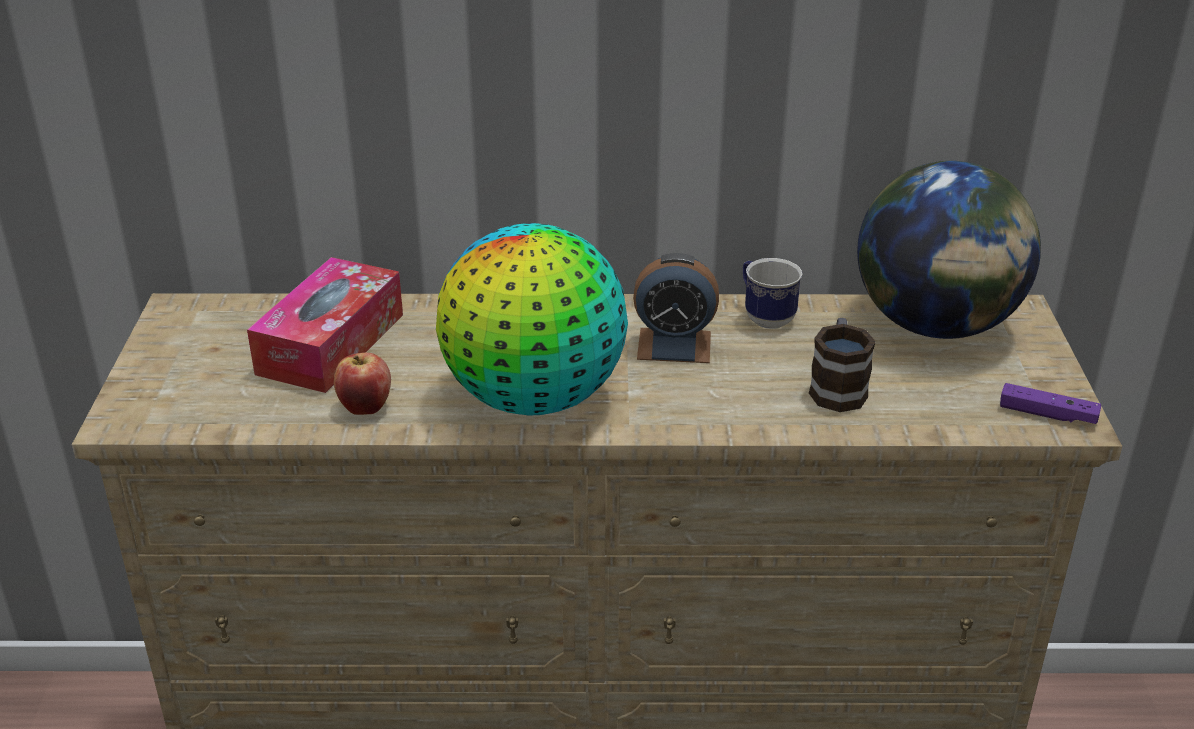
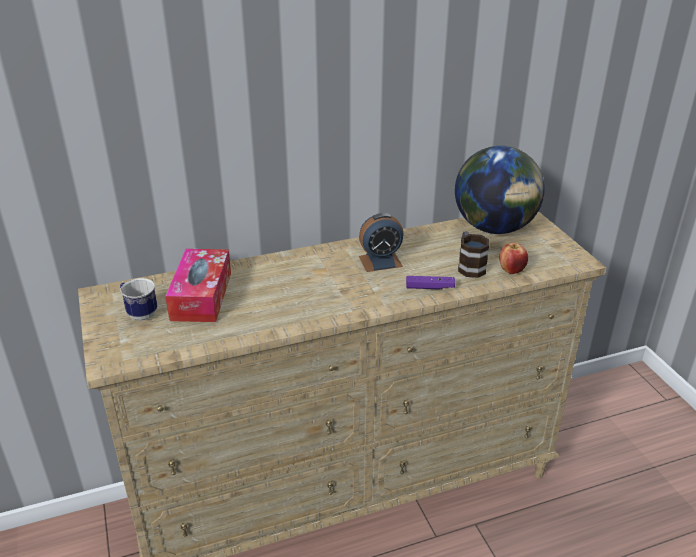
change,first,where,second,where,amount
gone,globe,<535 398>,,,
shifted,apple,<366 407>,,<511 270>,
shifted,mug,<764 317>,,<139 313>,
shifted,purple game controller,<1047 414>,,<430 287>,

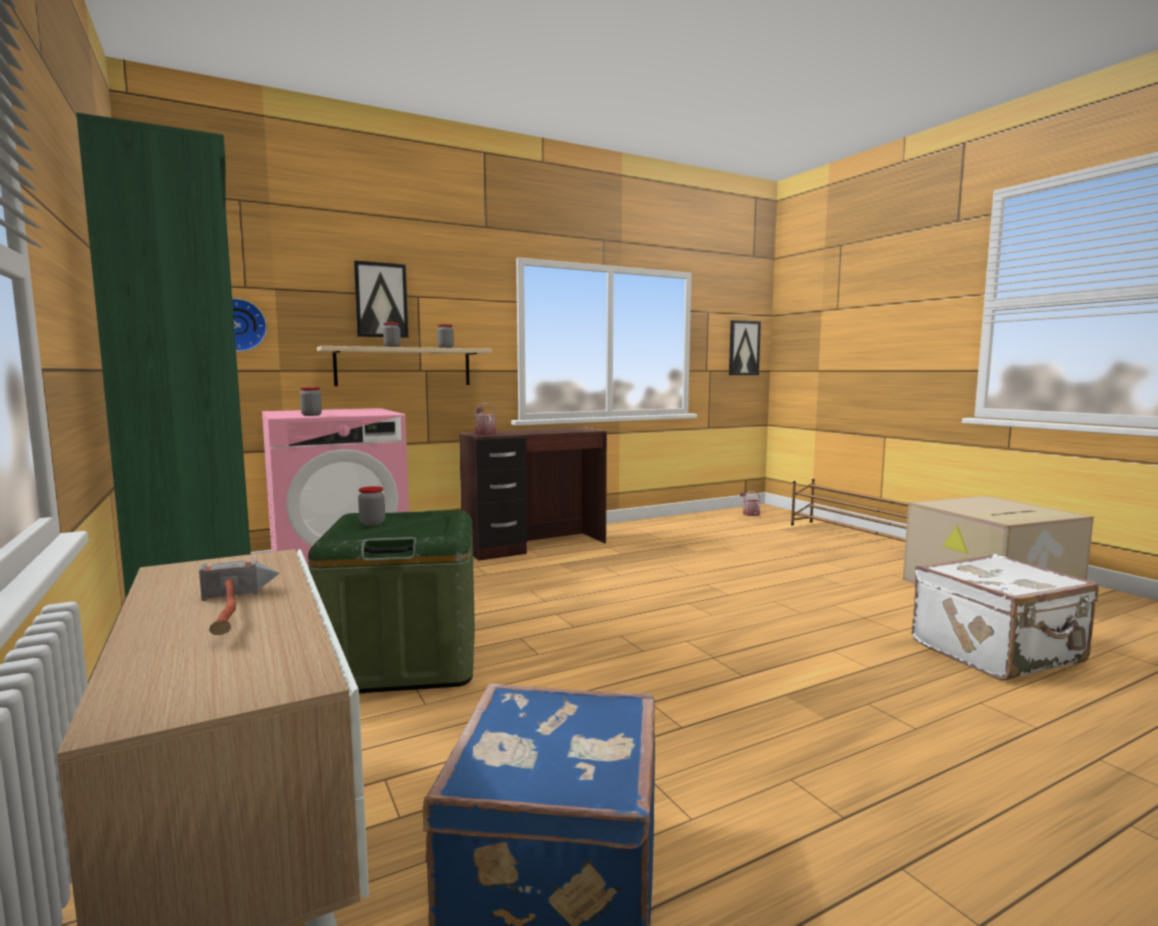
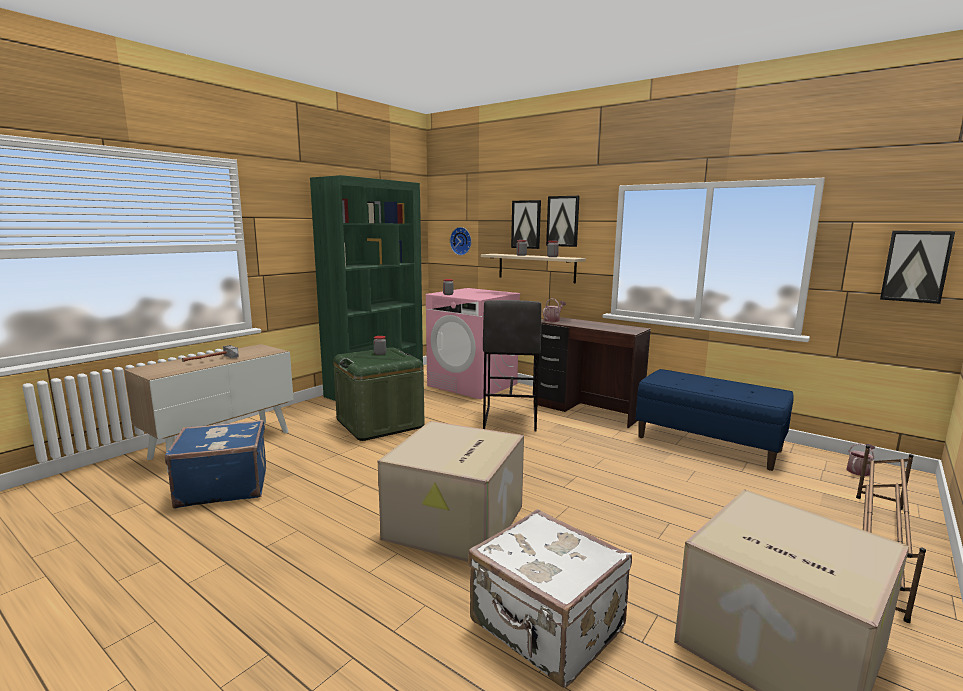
change,first,where,second,where,amount
new,,,cardboard box,<456 523>,
new,,,grey stool,<509 418>,
new,,,picture,<563 221>,
new,,,blue bench,<708 443>,

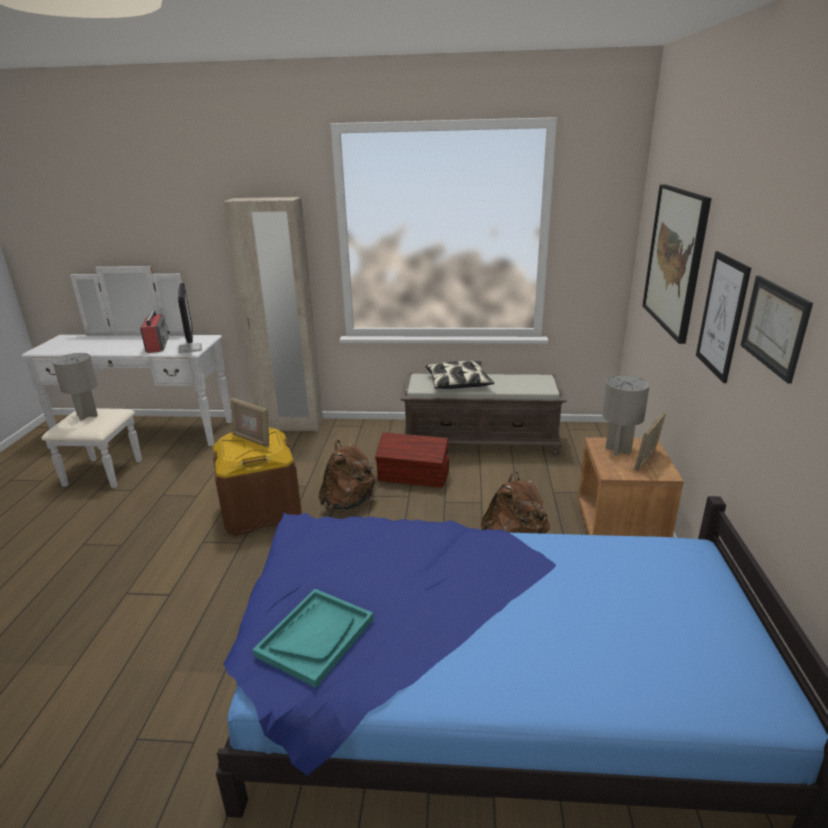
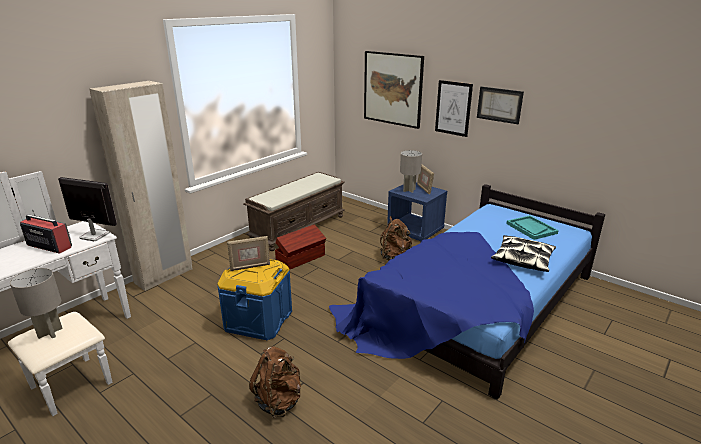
change,first,where,second,where,amount
shifted,turquoise tray,<315 637>,,<531 228>,
shifted,brown backpack,<348 502>,,<279 401>,
shifted,pillow,<458 382>,,<522 259>,
repainted,brown storage box,<261 511>,blue storage box,<258 320>,
repainted,brown nightstand,<620 528>,blue nightstand,<415 230>,

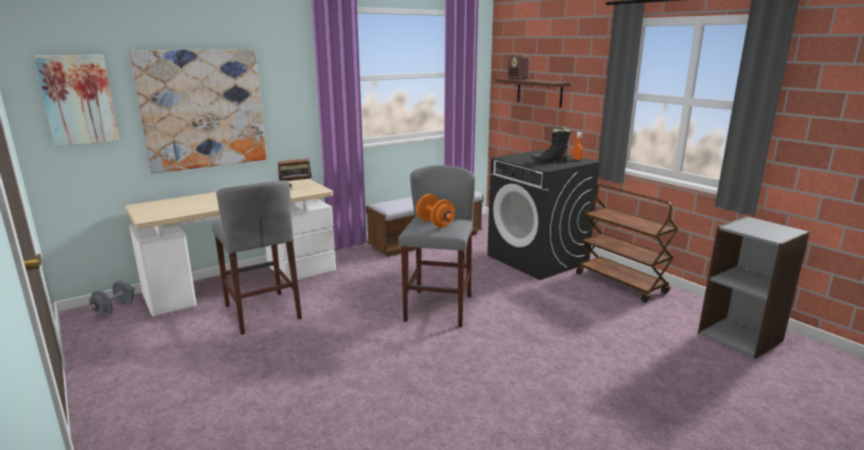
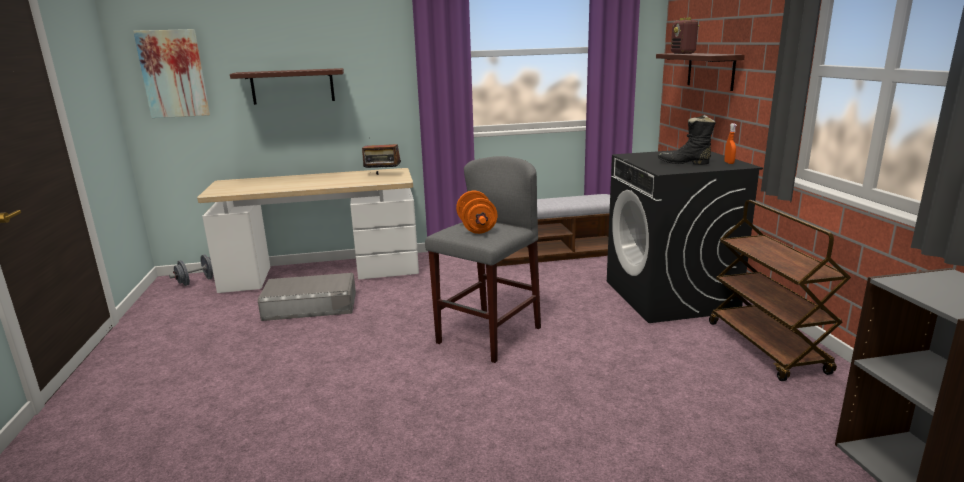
change,first,where,second,where,amount
swapped,picture,<203 109>,shelf,<292 86>,
swapped,grey stool,<262 312>,grey storage box,<310 306>,

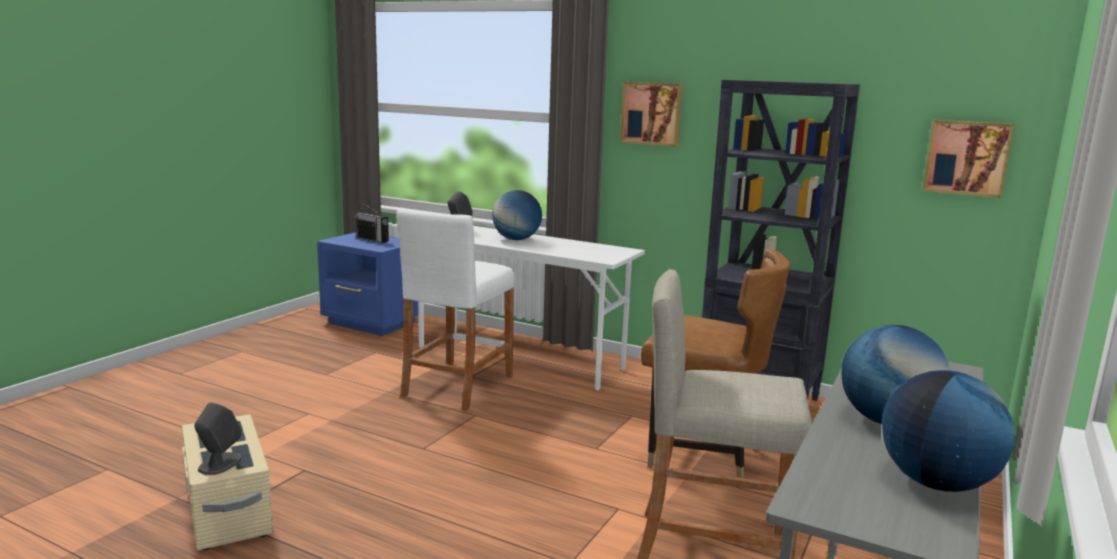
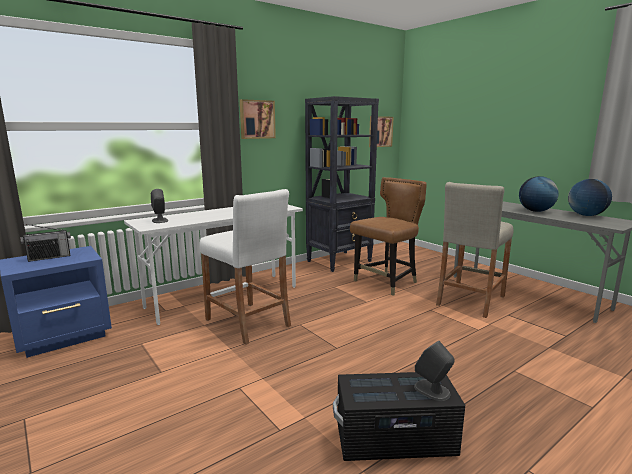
change,first,where,second,where,amount
gone,globe,<516 239>,,,
repainted,beige storage box,<228 510>,black storage box,<395 440>,

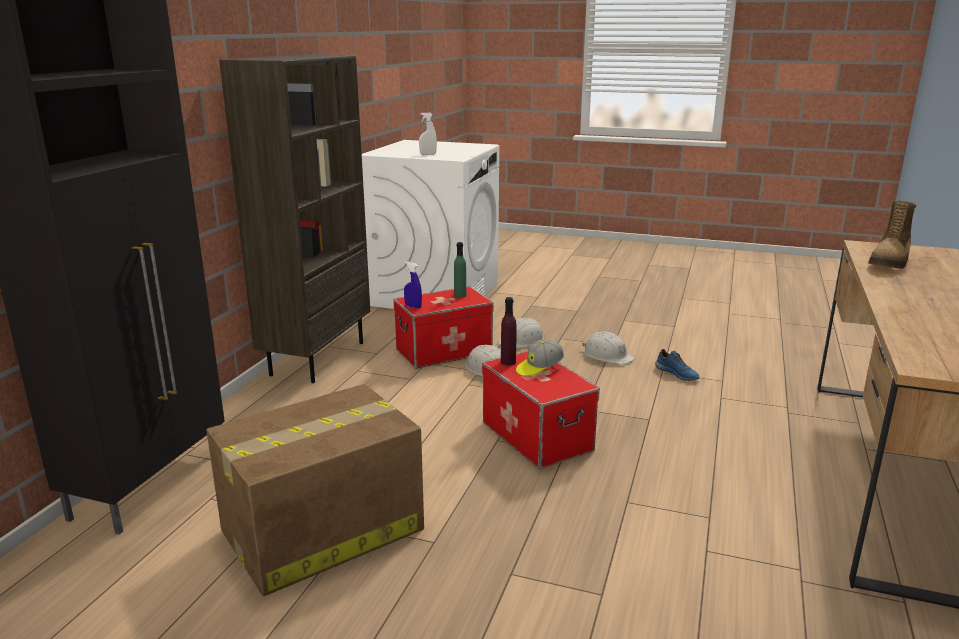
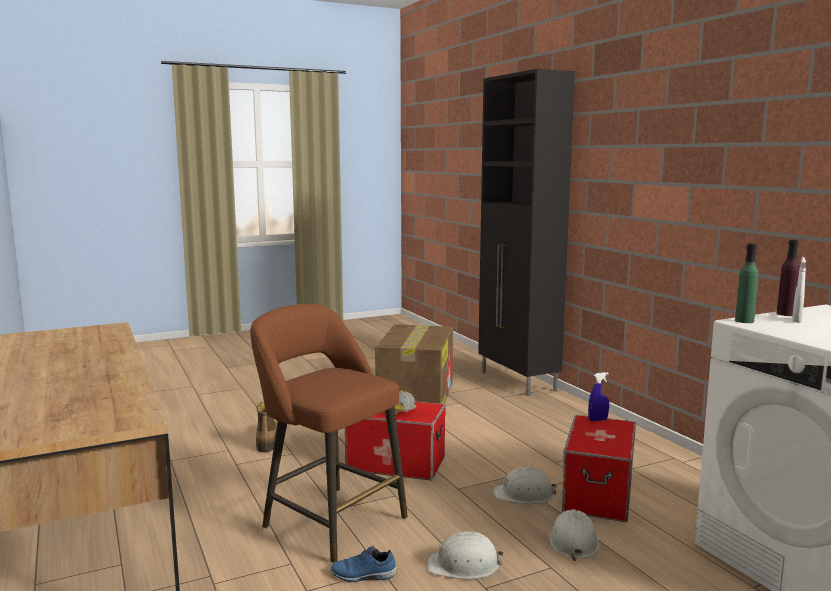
change,first,where,second,where,amount
gone,brown bookcase,<317 358>,,,
new,,,brown stool,<329 520>,
shifted,green bottle,<460 295>,,<744 321>,
shifted,purple bottle,<508 362>,,<785 314>,
shifted,boot,<890 263>,,<266 440>,

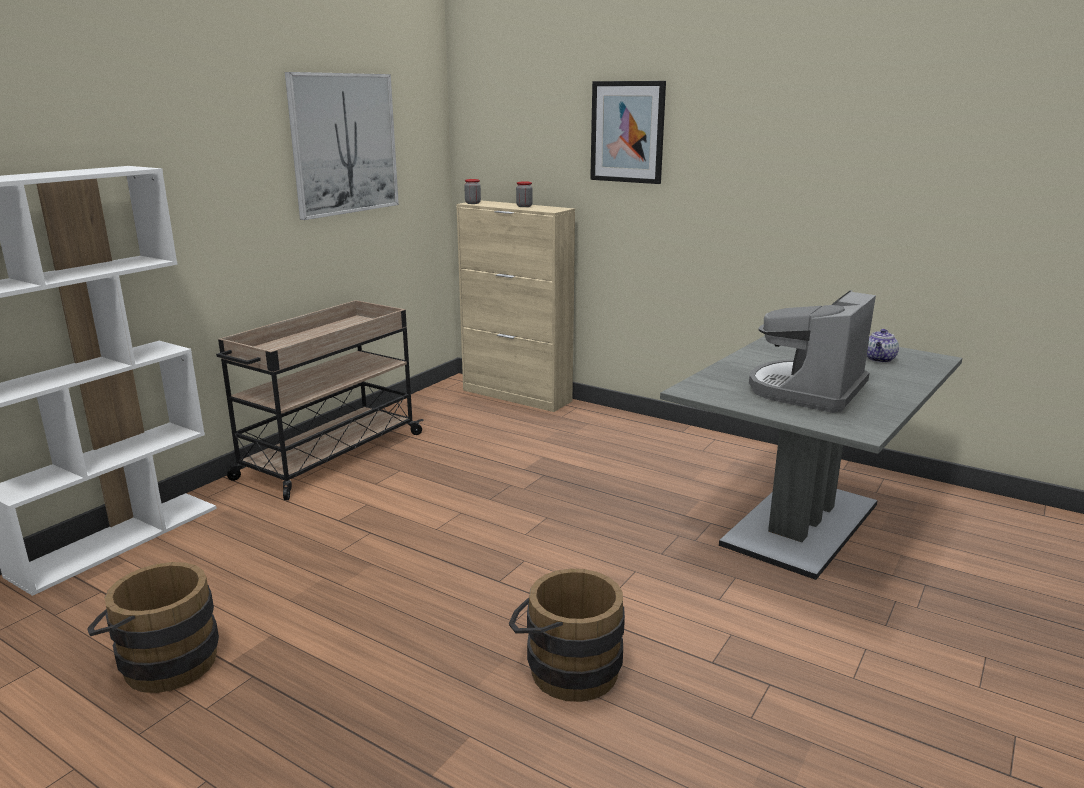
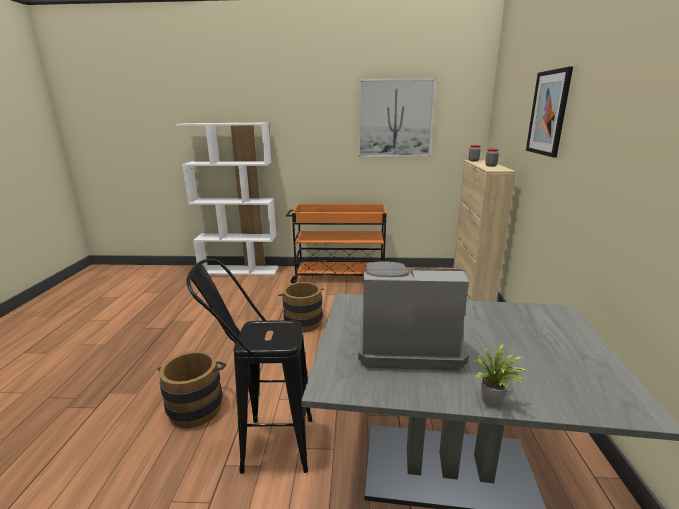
change,first,where,second,where,amount
gone,teapot,<879 359>,,,
new,,,black stool,<264 444>,
new,,,potted plant,<493 402>,
shifted,brown bucket,<162 662>,,<302 321>,
repainted,beige cart,<329 456>,orange cart,<339 276>,

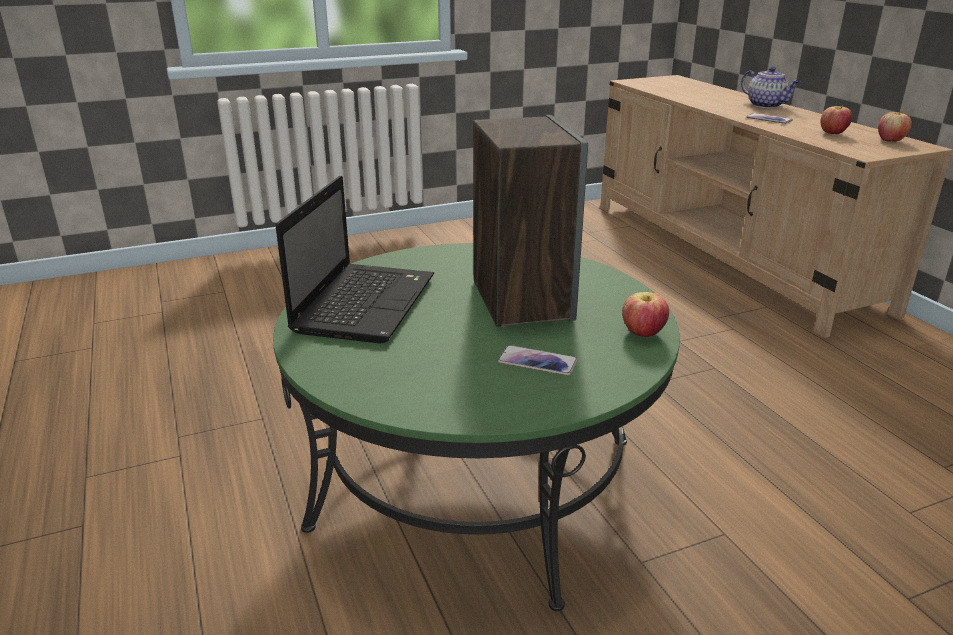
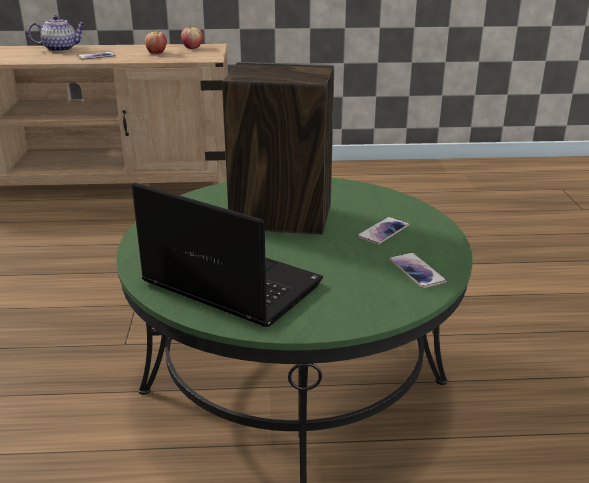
change,first,where,second,where,amount
gone,apple,<643 333>,,,
new,,,phone,<417 271>,

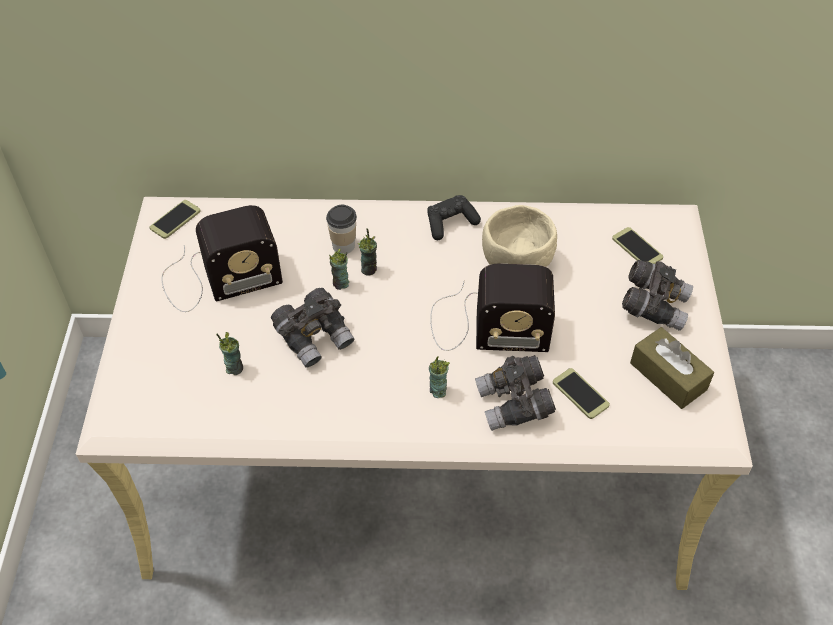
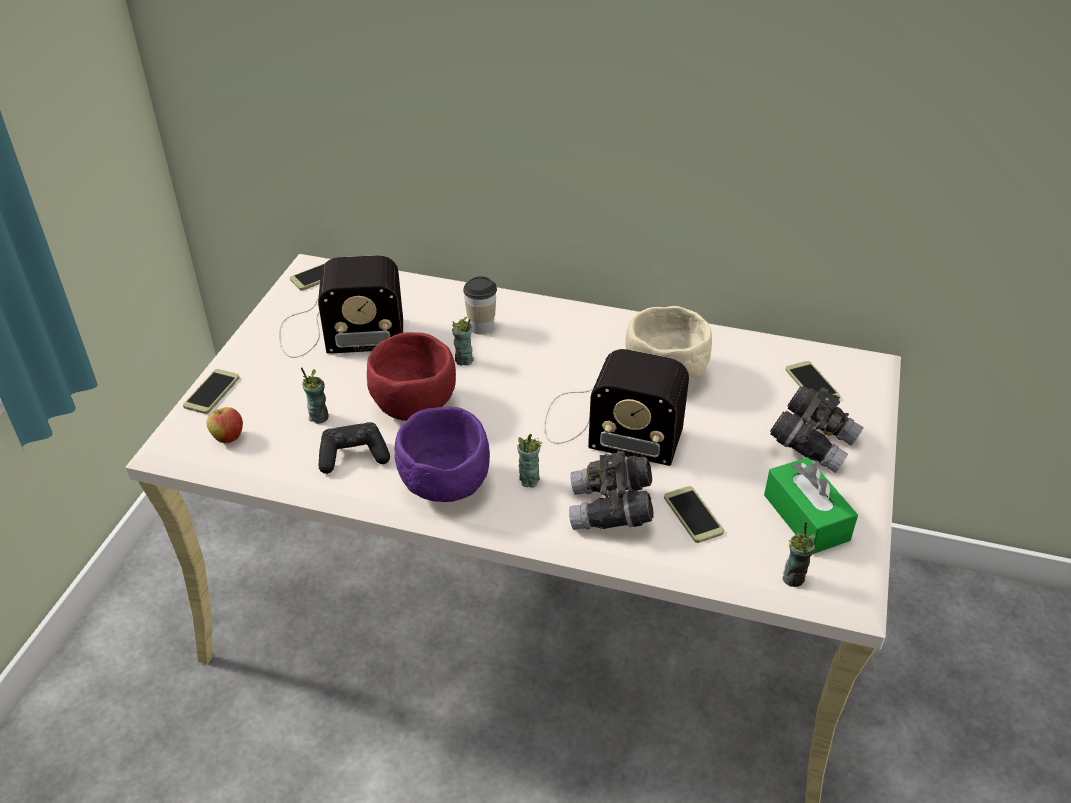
change,first,where,second,where,amount
new,,,phone,<212 392>,
new,,,apple,<228 437>,
new,,,purple bowl,<443 483>,
shifted,cup,<369 269>,,<793 578>,
shifted,black game controller,<450 223>,,<353 456>,
swapped,grey binoculars,<315 337>,red bowl,<415 404>,
repainted,brown tissue box,<668 376>,green tissue box,<806 517>,

